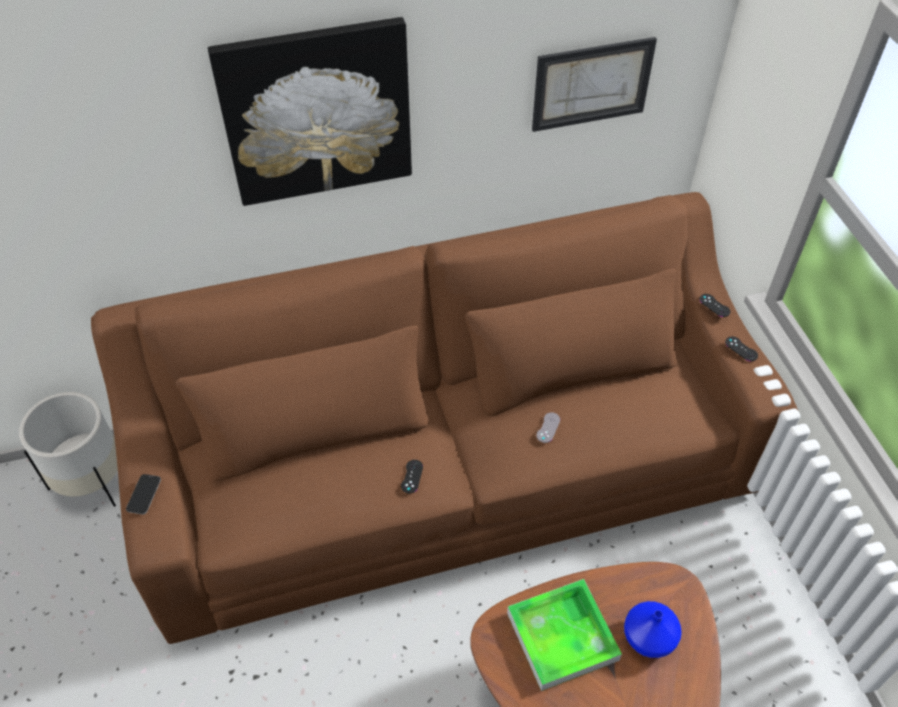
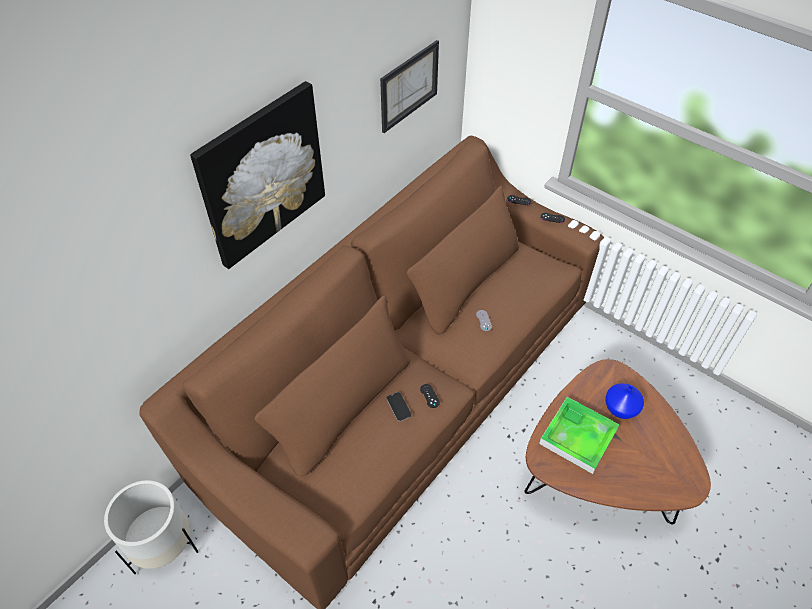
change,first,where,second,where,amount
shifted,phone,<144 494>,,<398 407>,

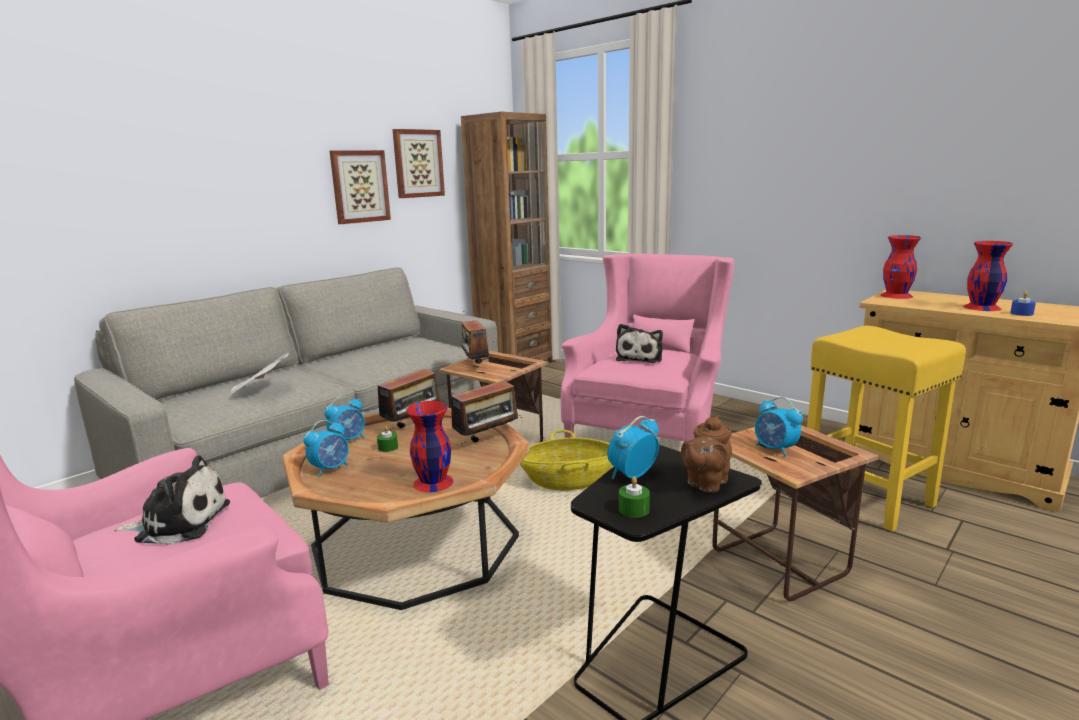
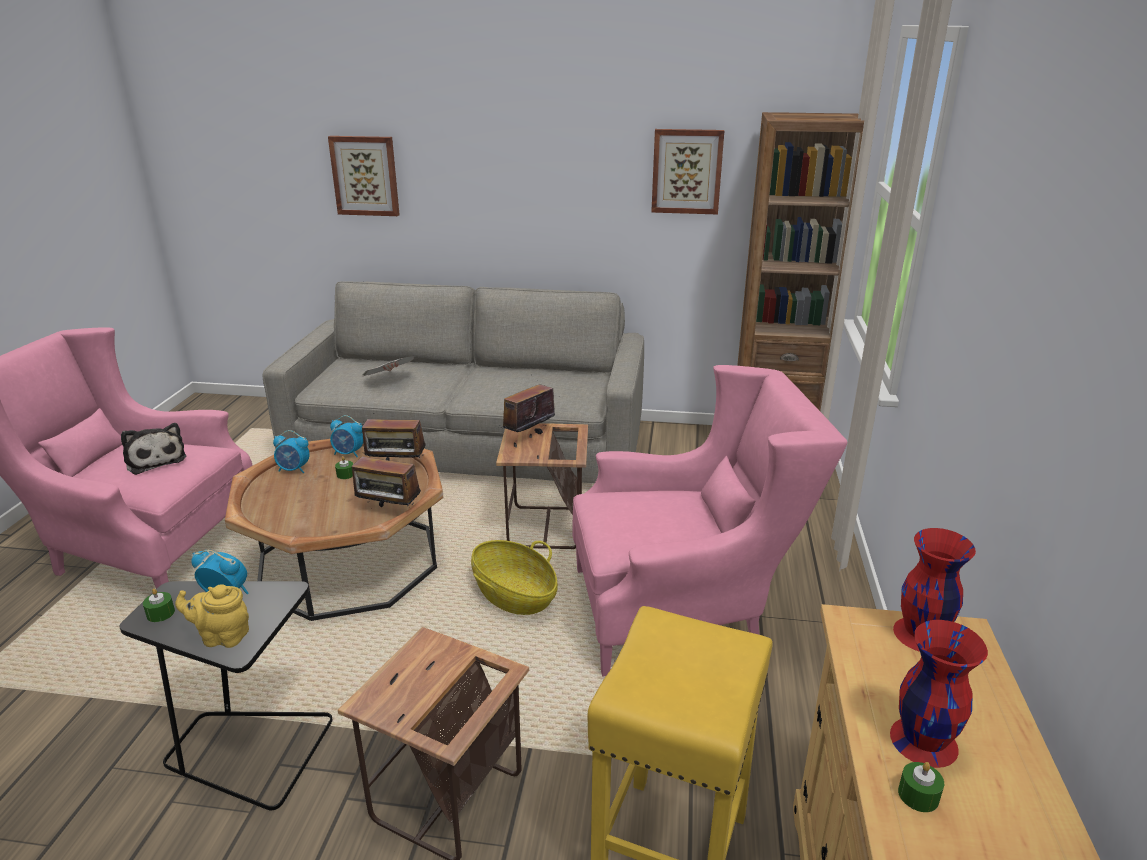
change,first,where,second,where,amount
gone,red vase,<432 482>,,,
gone,plush toy,<640 358>,,,
gone,alarm clock,<775 449>,,,
shifted,picture,<359 186>,,<365 176>,
repainted,brown teapot,<705 483>,yellow teapot,<222 637>,
repainted,blue candle,<1021 313>,green candle,<918 795>,

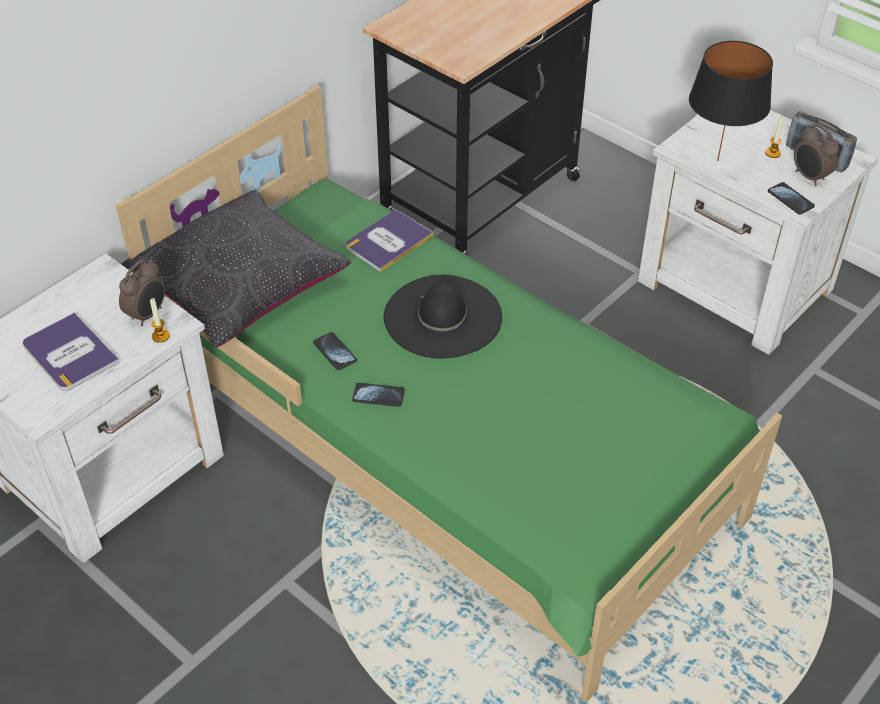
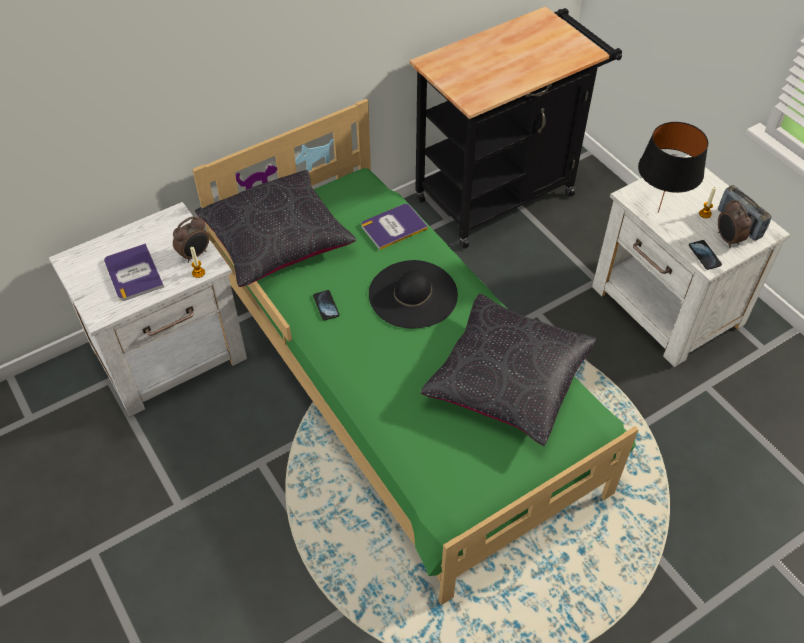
change,first,where,second,where,amount
gone,phone,<378 396>,,,
new,,,black pillow,<507 380>,

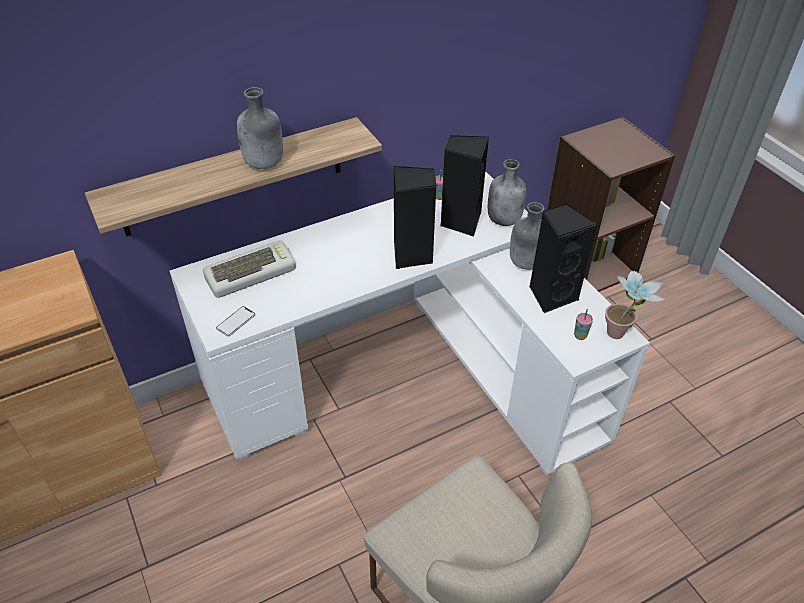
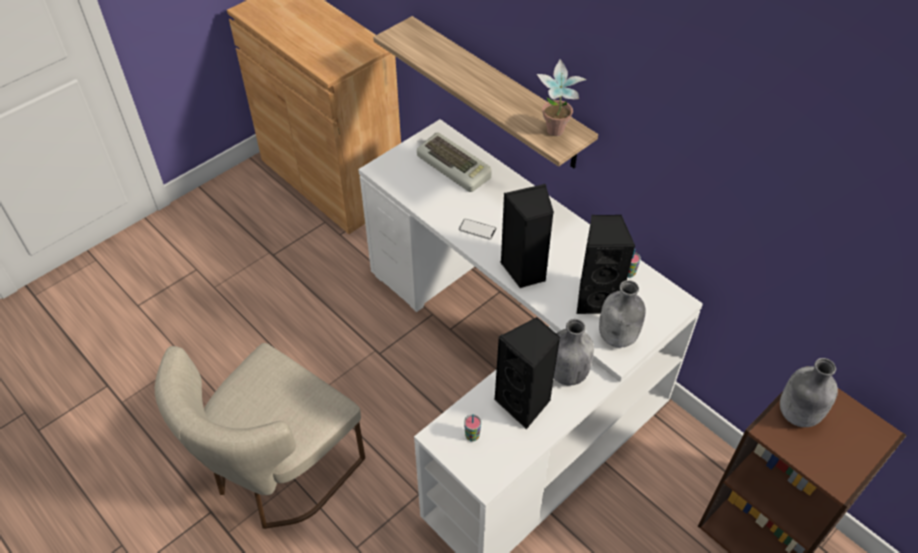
change,first,where,second,where,amount
shifted,phone,<236 322>,,<477 229>,
shifted,grey bottle,<264 163>,,<797 414>,
shifted,potted plant,<622 334>,,<555 135>,

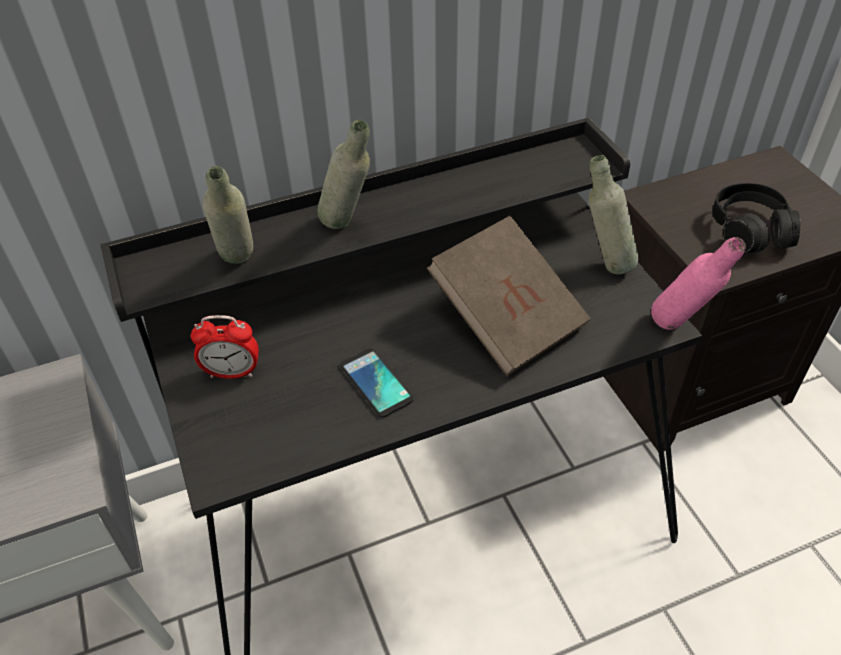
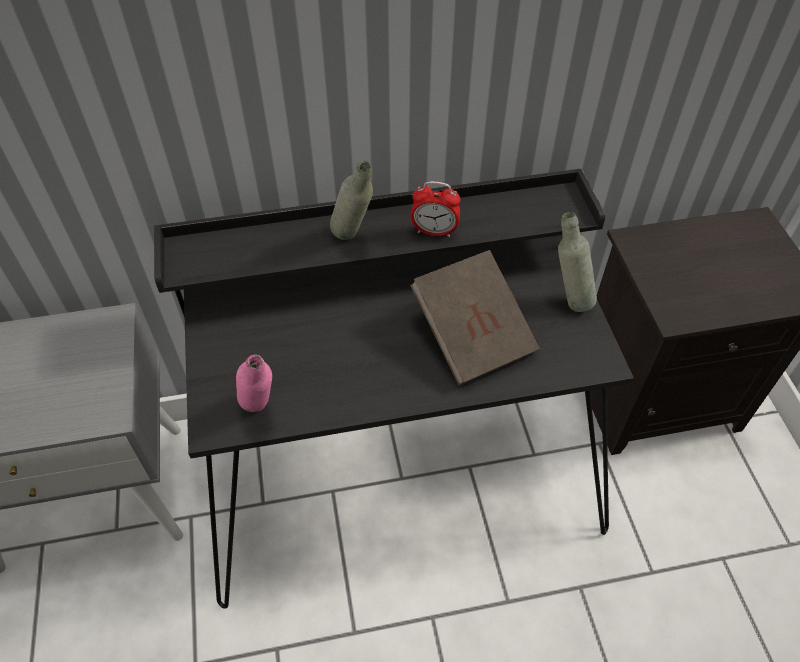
change,first,where,second,where,amount
gone,grey bottle,<239 266>,,,
gone,phone,<376 383>,,,
gone,black headphones,<750 230>,,,
shifted,alarm clock,<232 372>,,<434 231>,
shifted,pink bottle,<680 329>,,<261 412>,

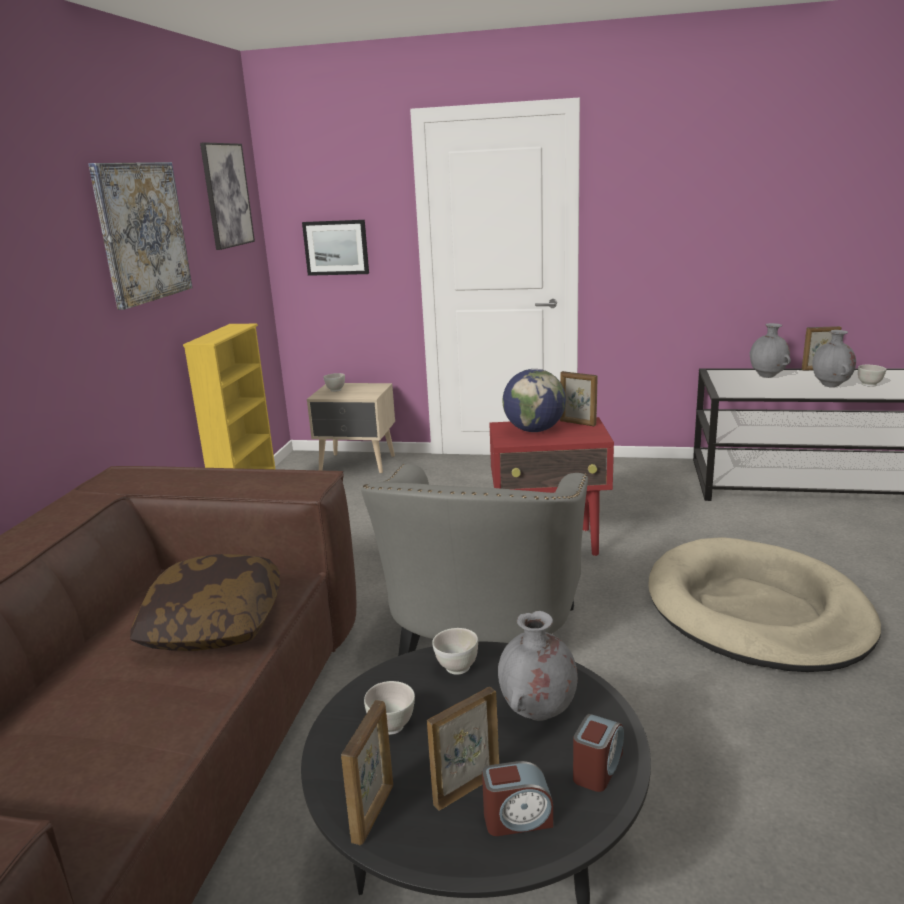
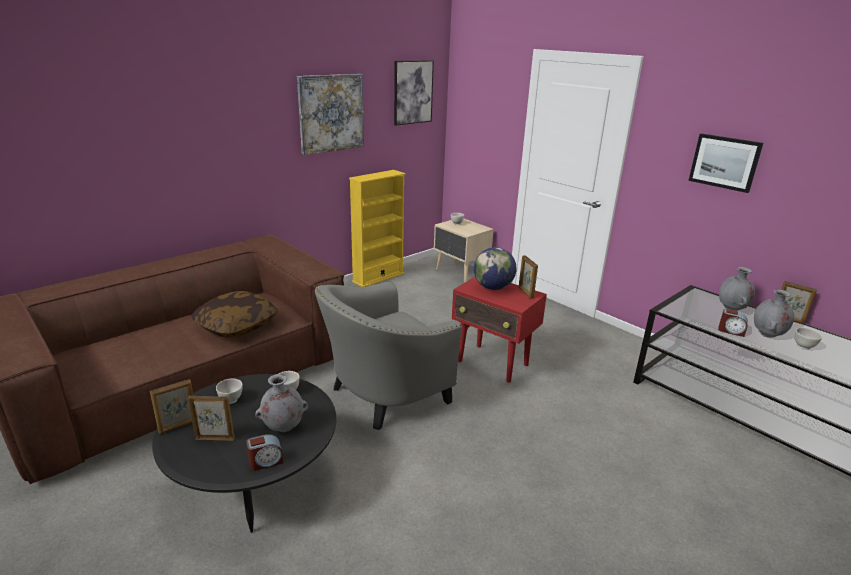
change,first,where,second,where,amount
gone,beige dog bed,<756 611>,,,
shifted,picture,<336 247>,,<724 162>,
shifted,alarm clock,<517 819>,,<731 331>,

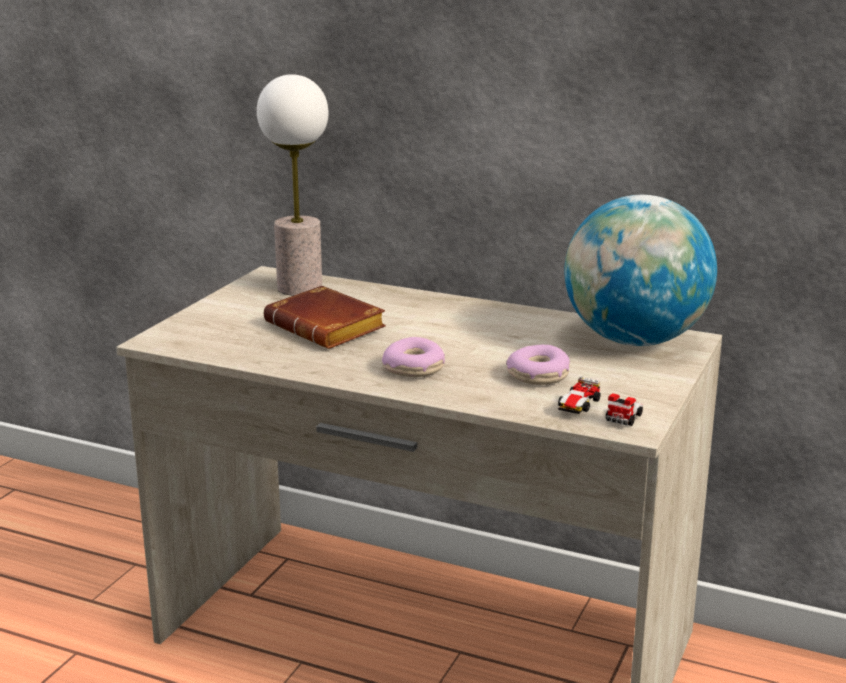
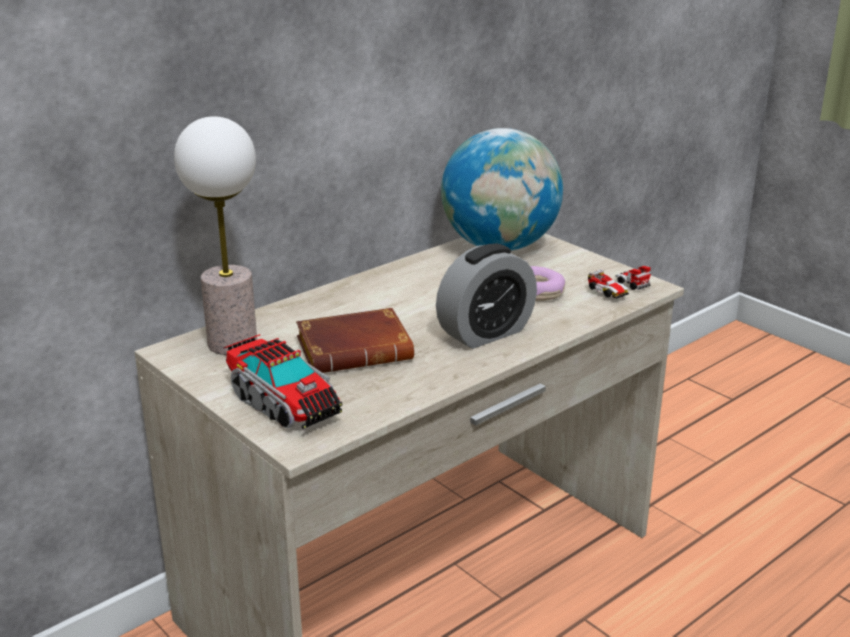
change,first,where,second,where,amount
new,,,toy truck,<282 402>,
swapped,donut,<414 368>,alarm clock,<485 333>,

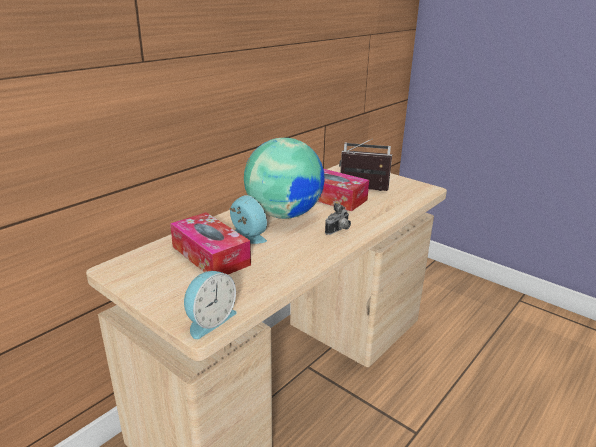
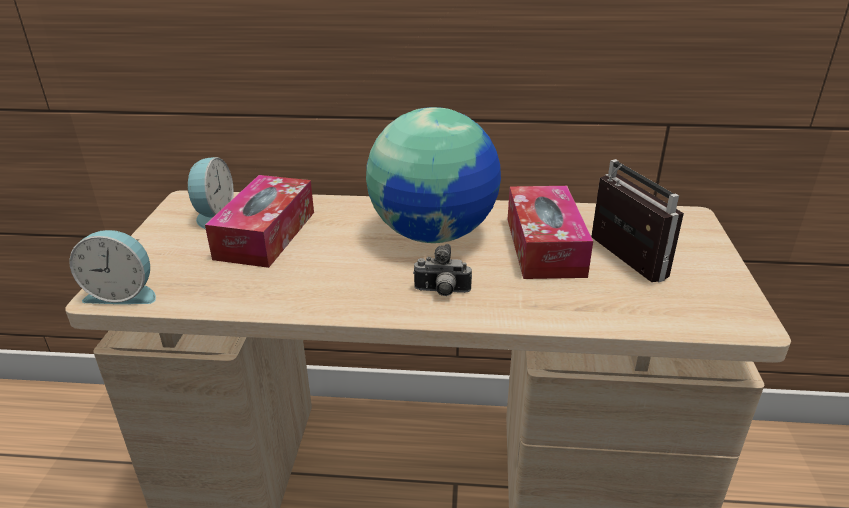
change,first,where,second,where,amount
shifted,alarm clock,<246 237>,,<213 215>,

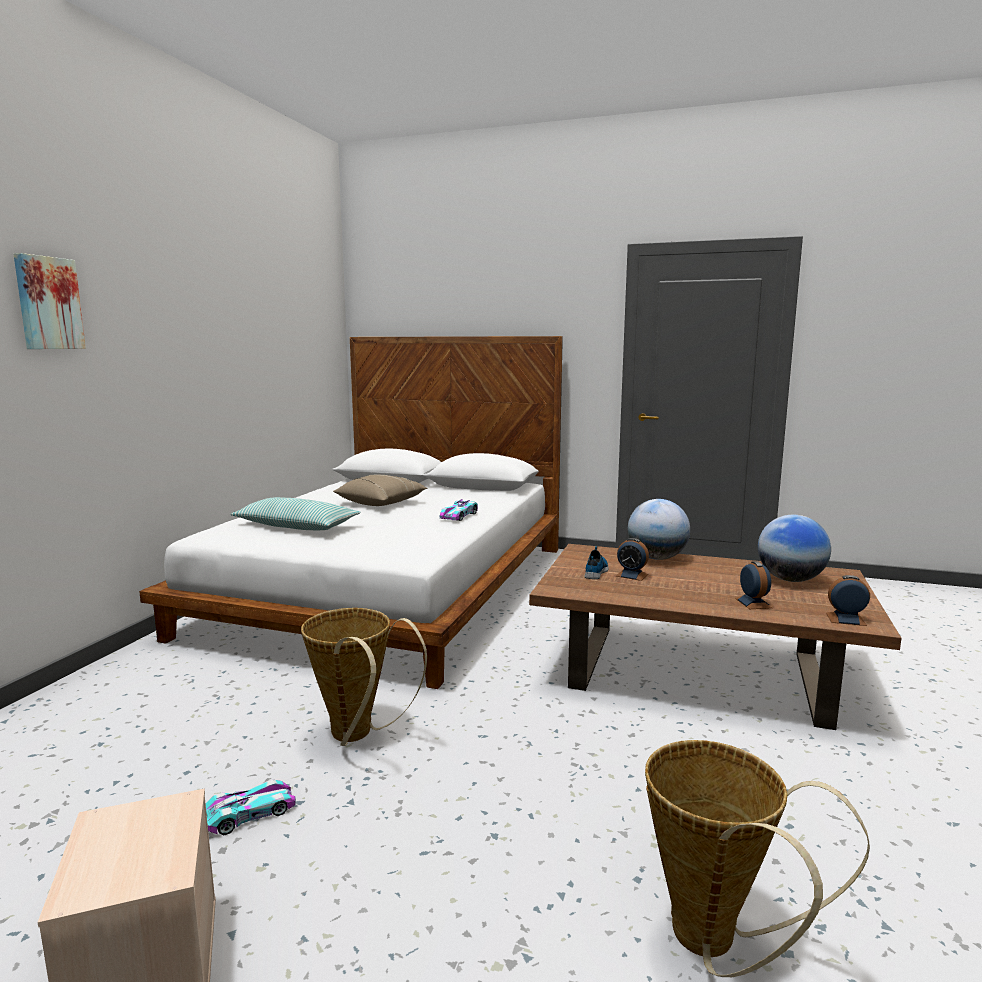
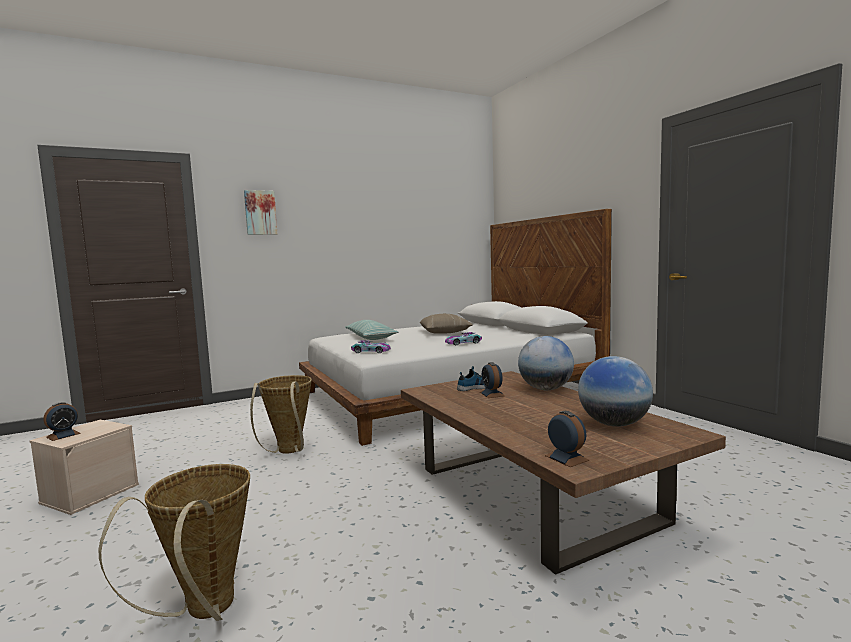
change,first,where,second,where,amount
shifted,toy car,<250 813>,,<371 351>,
shifted,alarm clock,<753 603>,,<63 435>,

